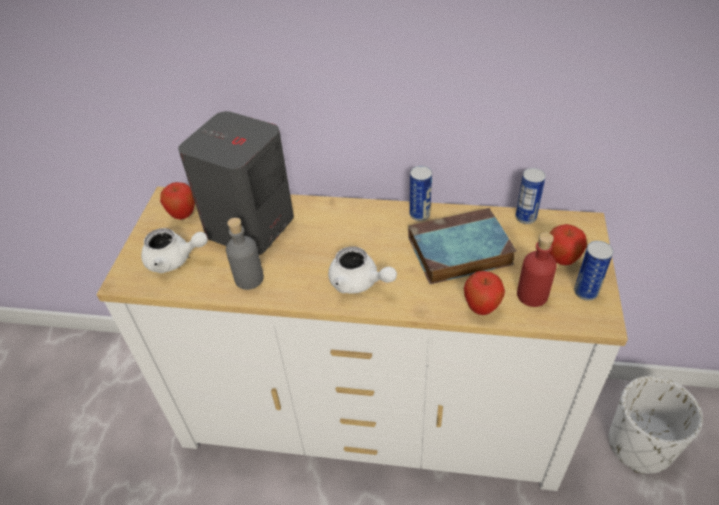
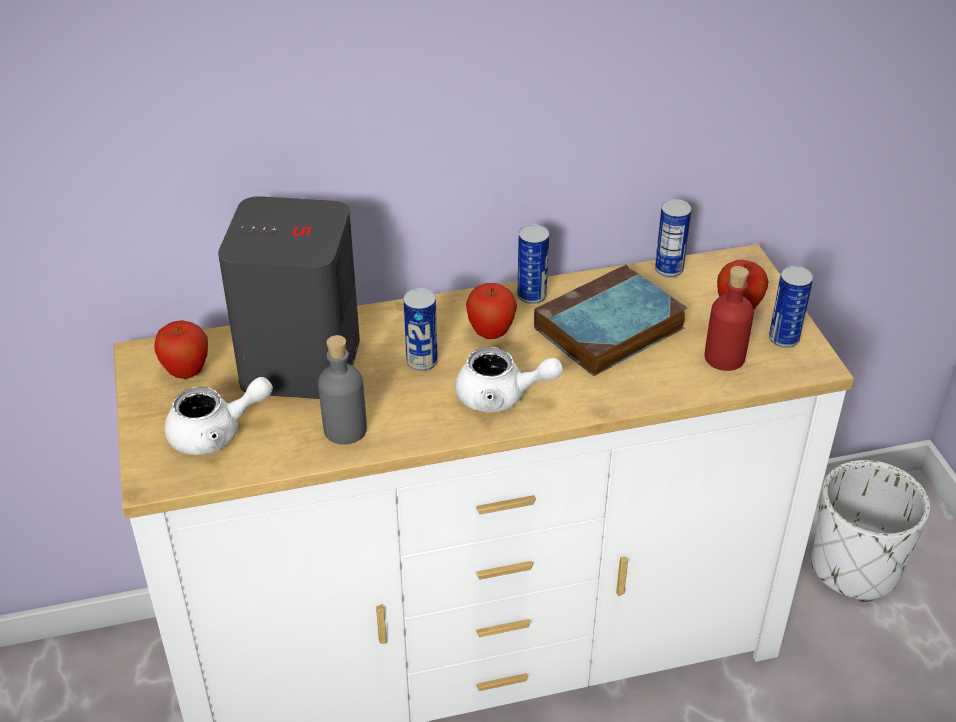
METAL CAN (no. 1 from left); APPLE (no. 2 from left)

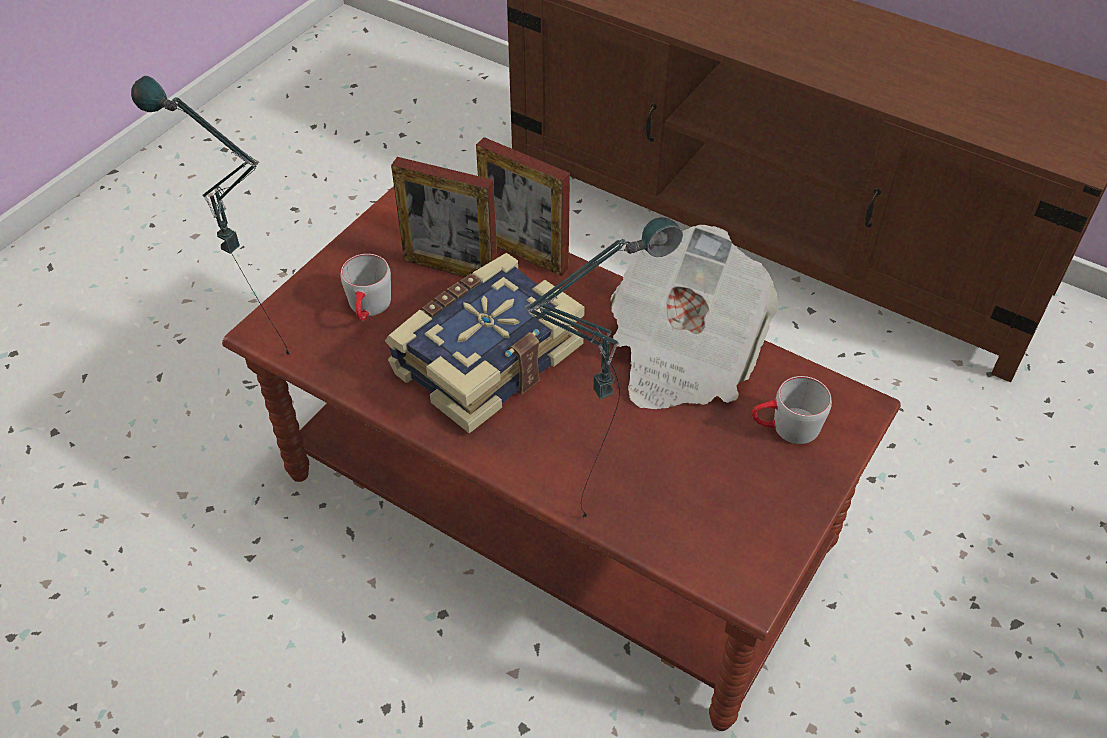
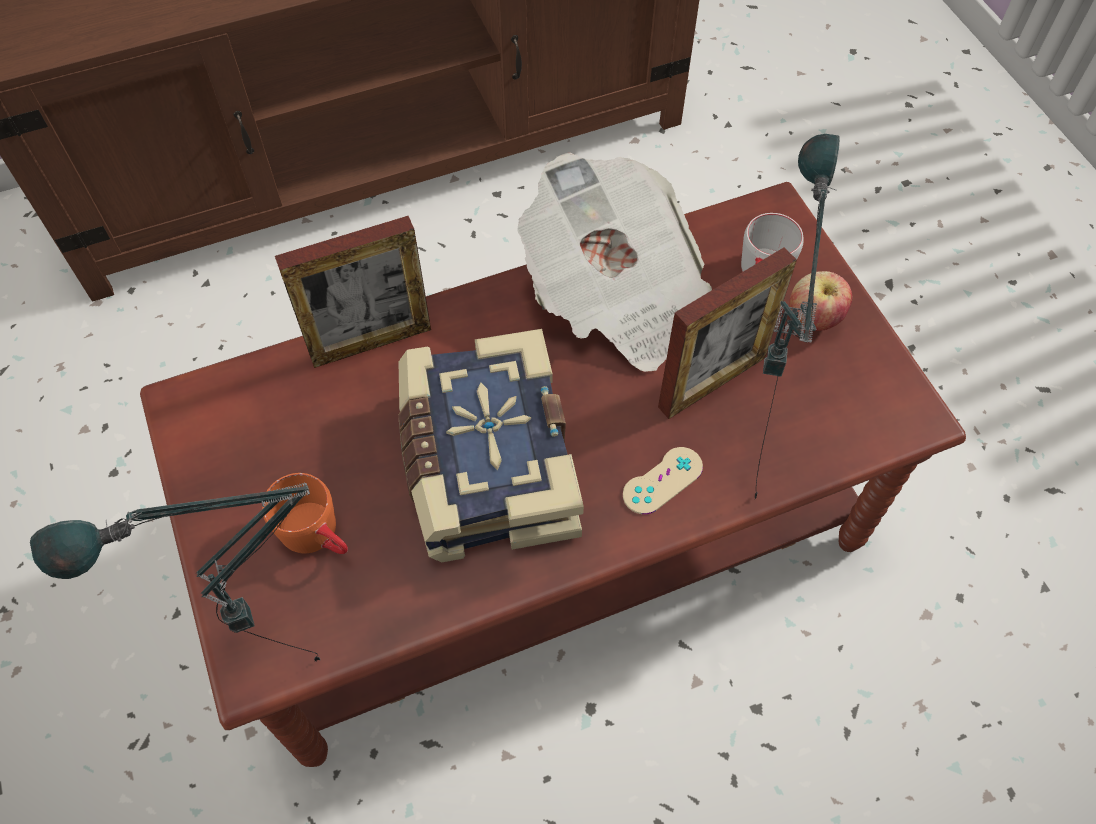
ORANGEY COFFEE MUG; BEIGE JOYPAD; STANDING FRAME (no. 2 from left); APPLE

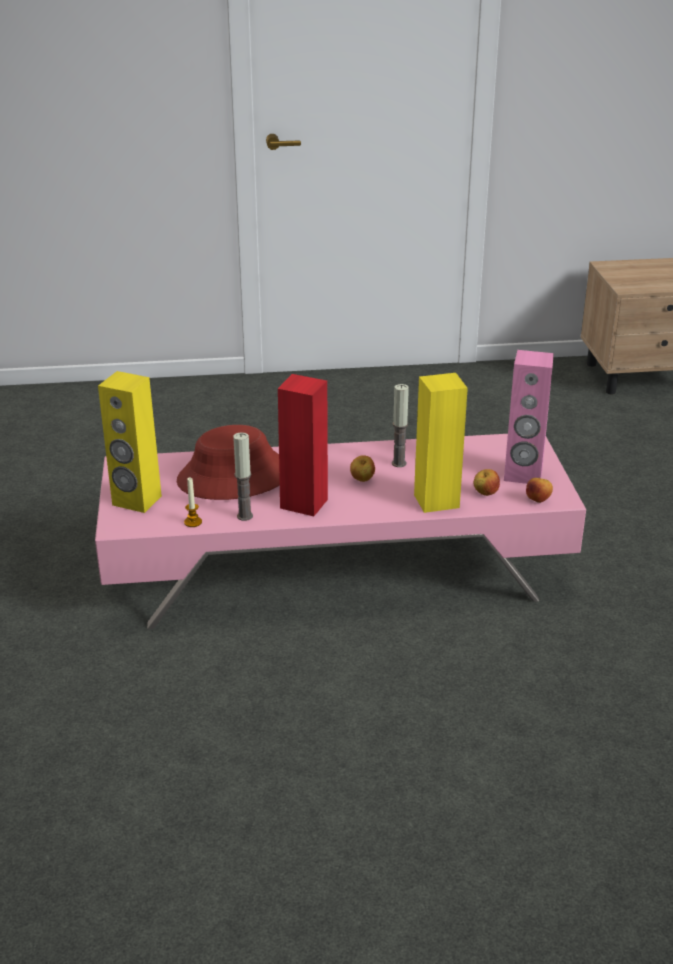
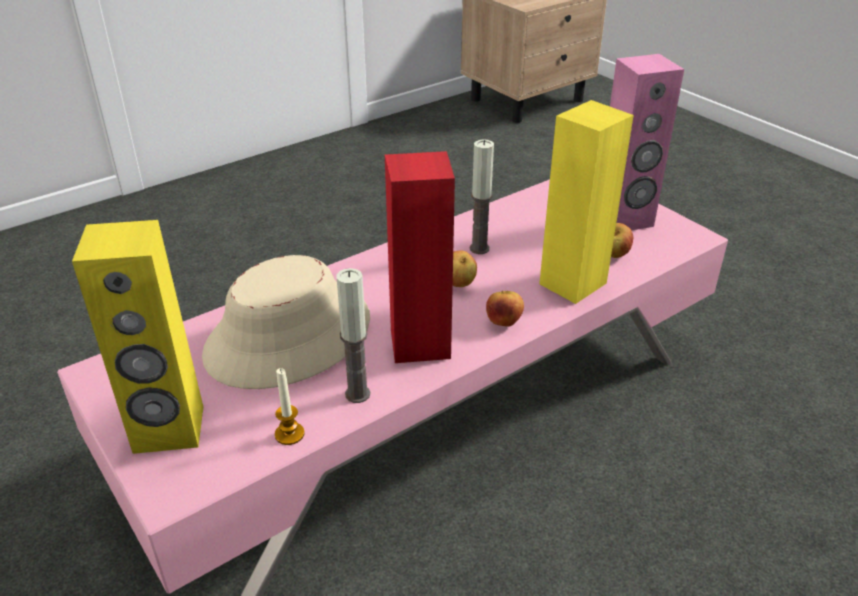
BEIGE HAT; APPLE (no. 2 from left)

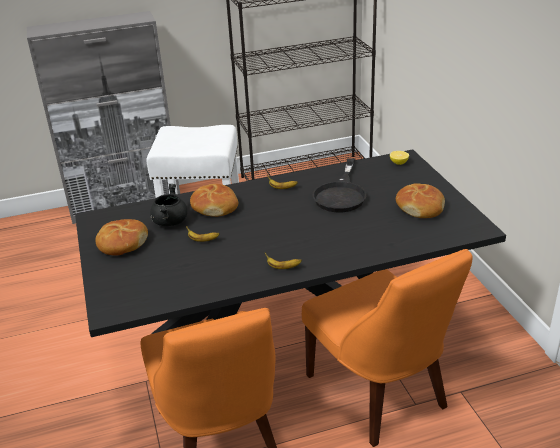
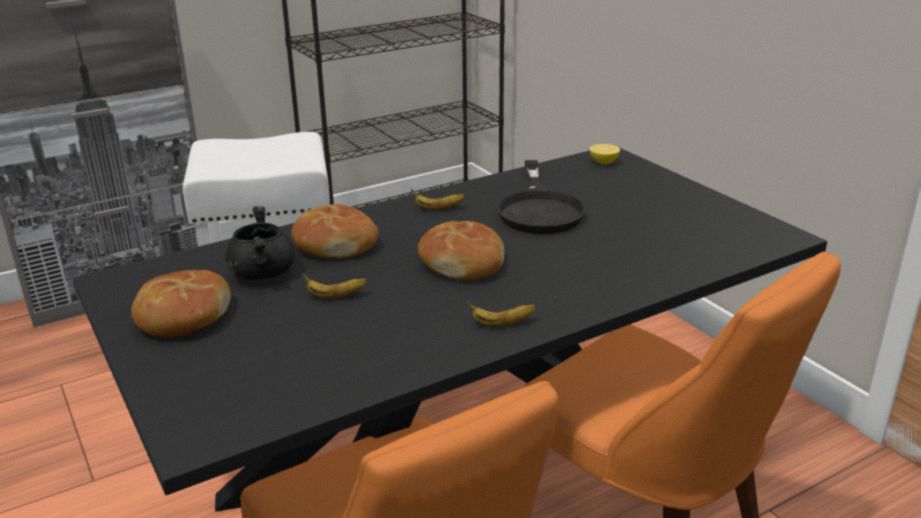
BAKERY BREAD (no. 3 from left)

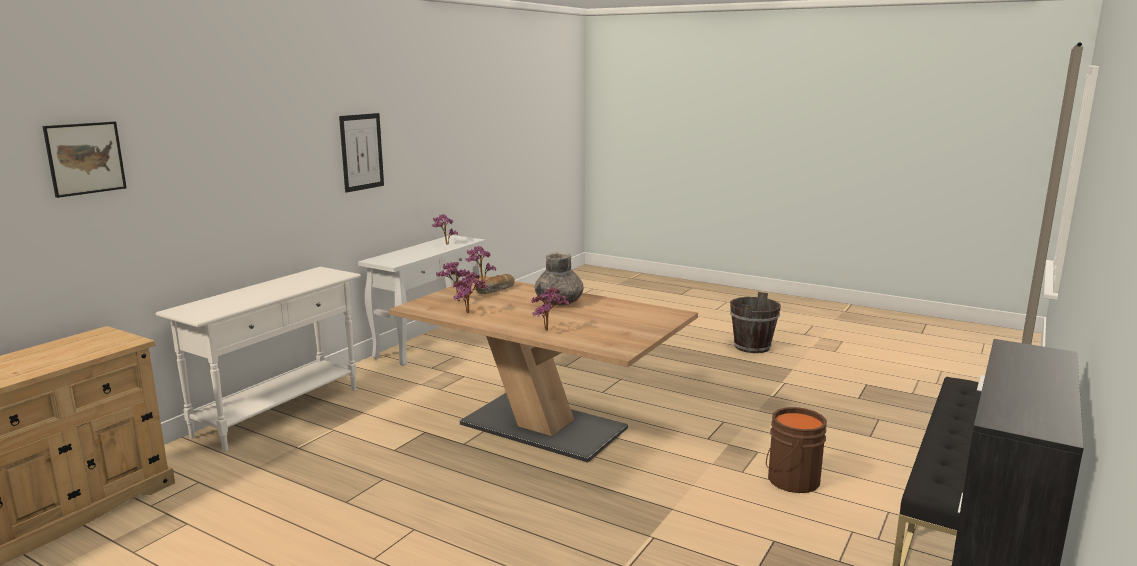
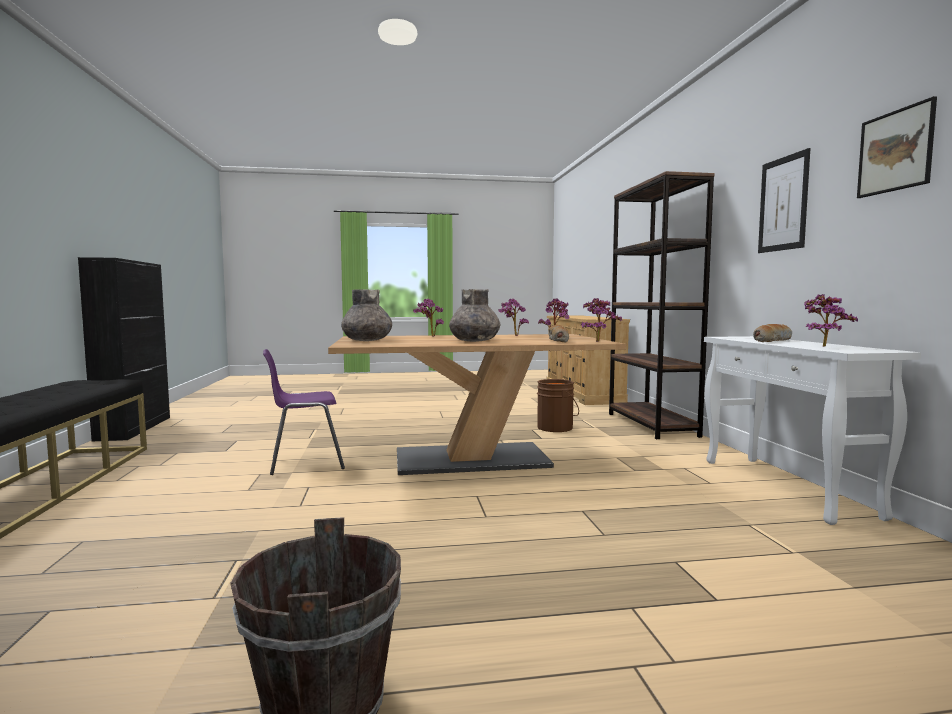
PURPLISH CHAIR; GREY VASE (no. 1 from left); BROWN-COLOURED PAIL (no. 2 from left); BROWN-COLOURED SHELVING UNIT; BAKERY BREAD (no. 2 from left); PICTURE (no. 2 from left)

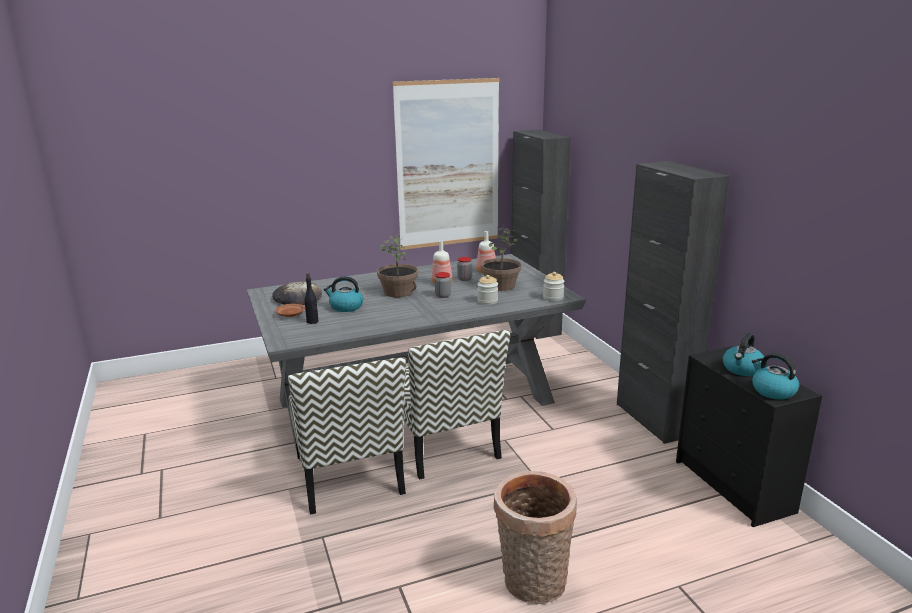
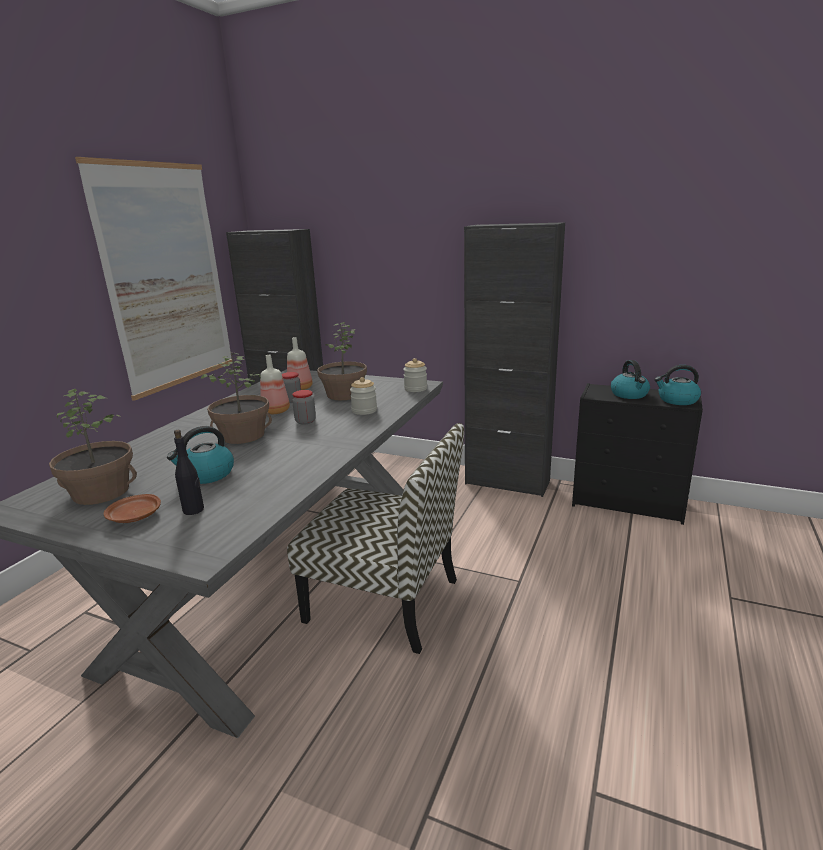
HOUSEPLANT (no. 1 from left); CHAIR (no. 1 from left in the first image); BASKET

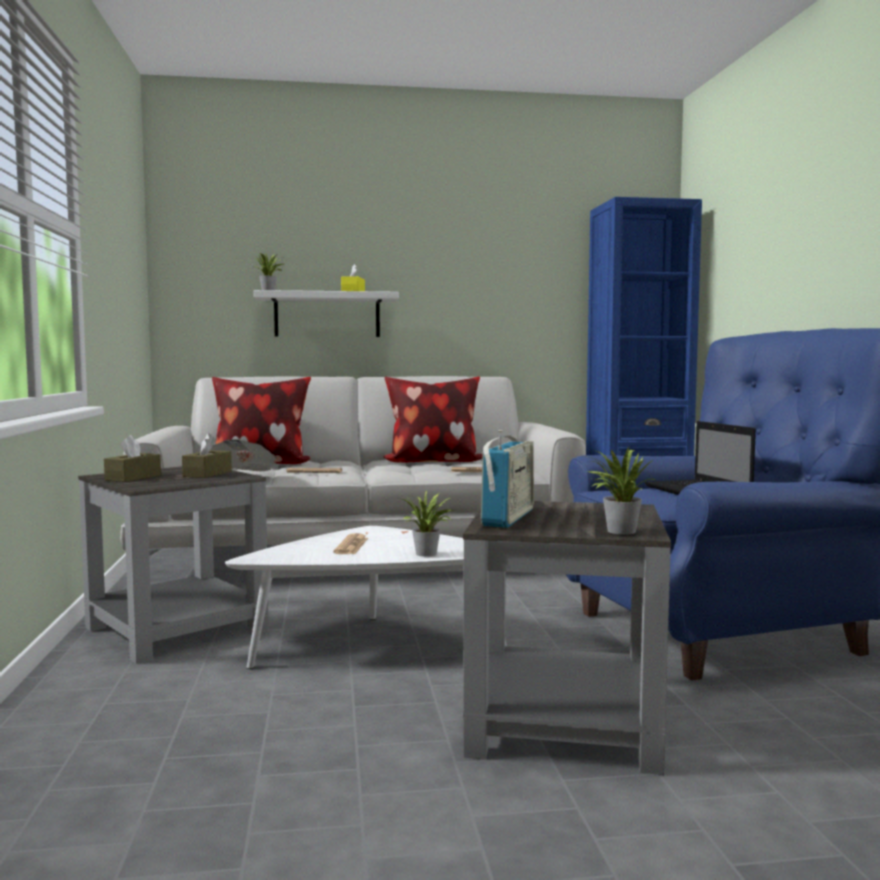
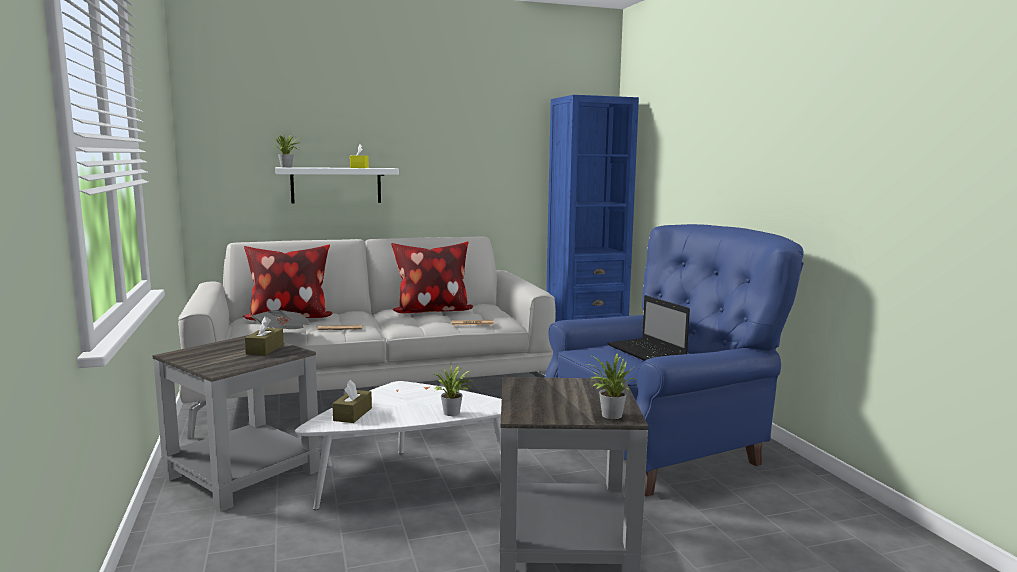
BROWN-COLOURED TISSUE HOLDER (no. 2 from left); PRINTED PAPER (no. 3 from left in the first image); RADIO RECEIVER

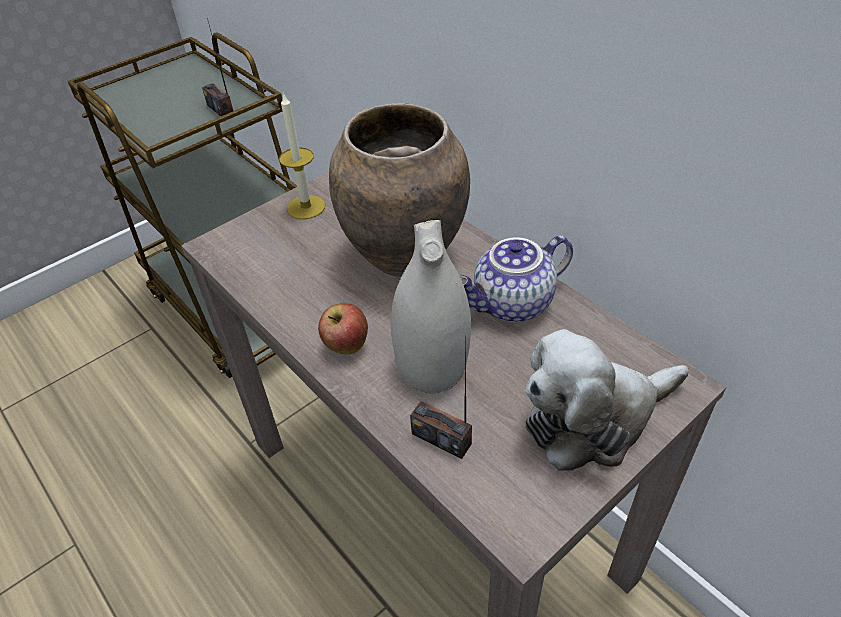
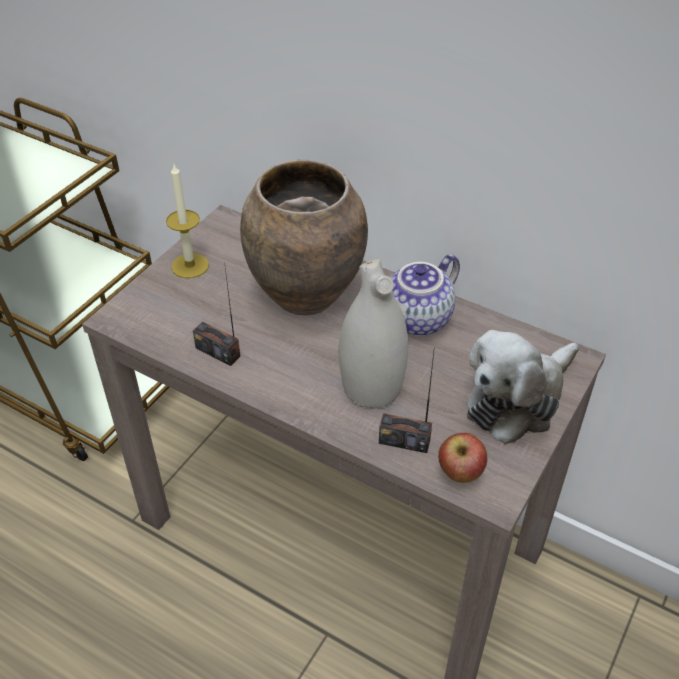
RADIO RECEIVER (no. 1 from left); APPLE

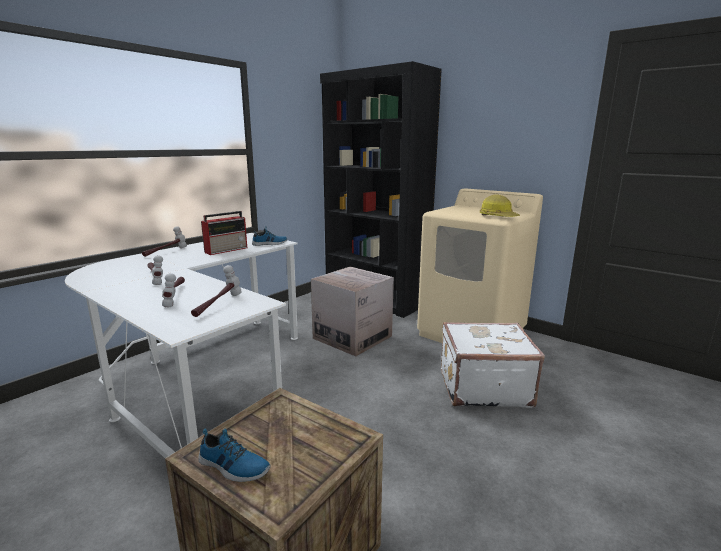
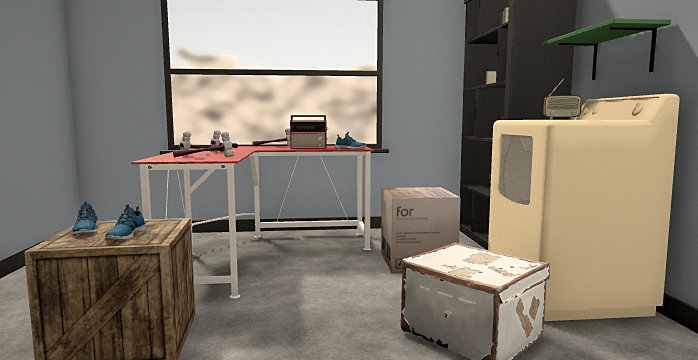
LOW SHOE (no. 2 from left); RED DESK UNIT; GREEN WALL SHELF; RADIO RECEIVER (no. 2 from left)

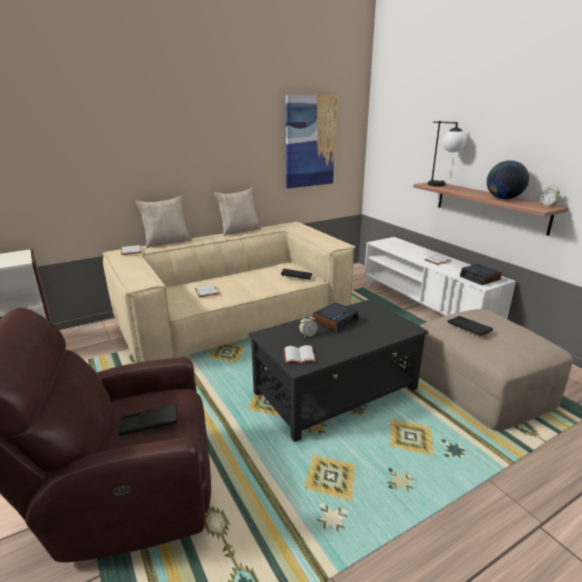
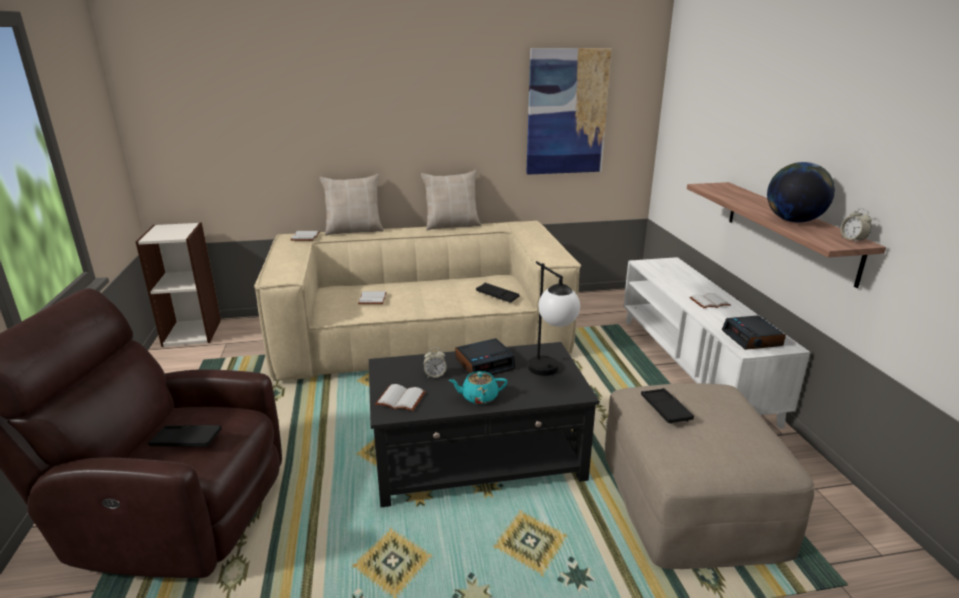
TURQUOISE POT FOR TEA; TABLETOP LAMP

